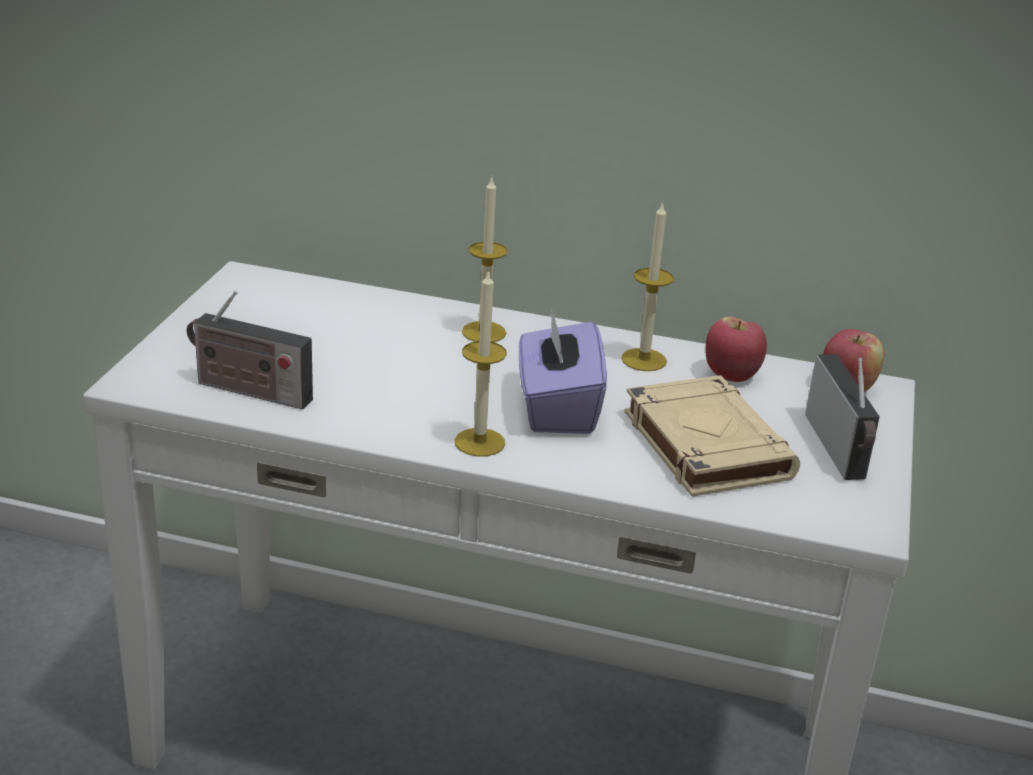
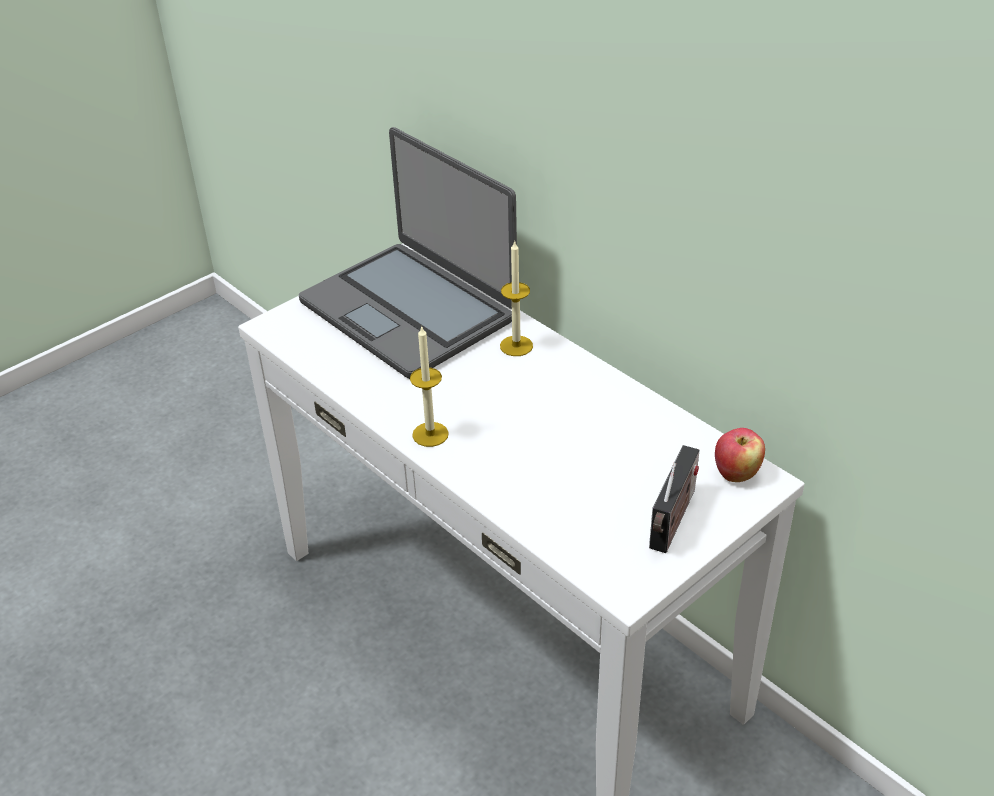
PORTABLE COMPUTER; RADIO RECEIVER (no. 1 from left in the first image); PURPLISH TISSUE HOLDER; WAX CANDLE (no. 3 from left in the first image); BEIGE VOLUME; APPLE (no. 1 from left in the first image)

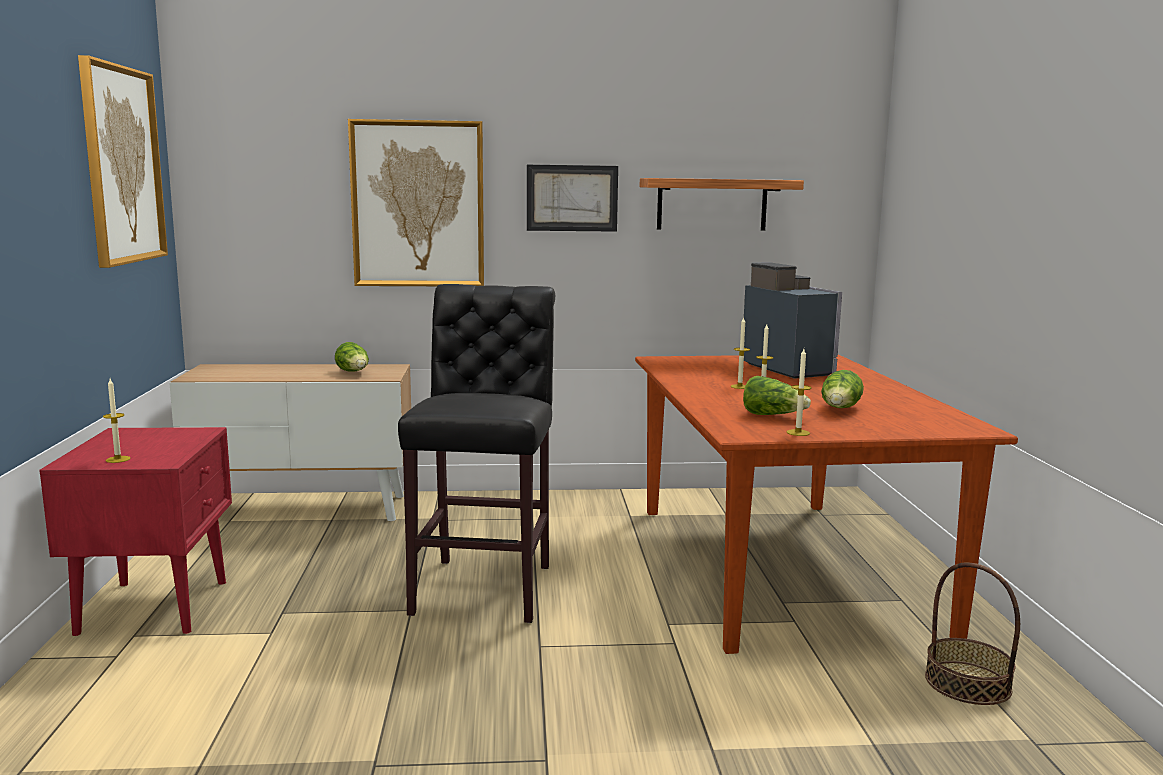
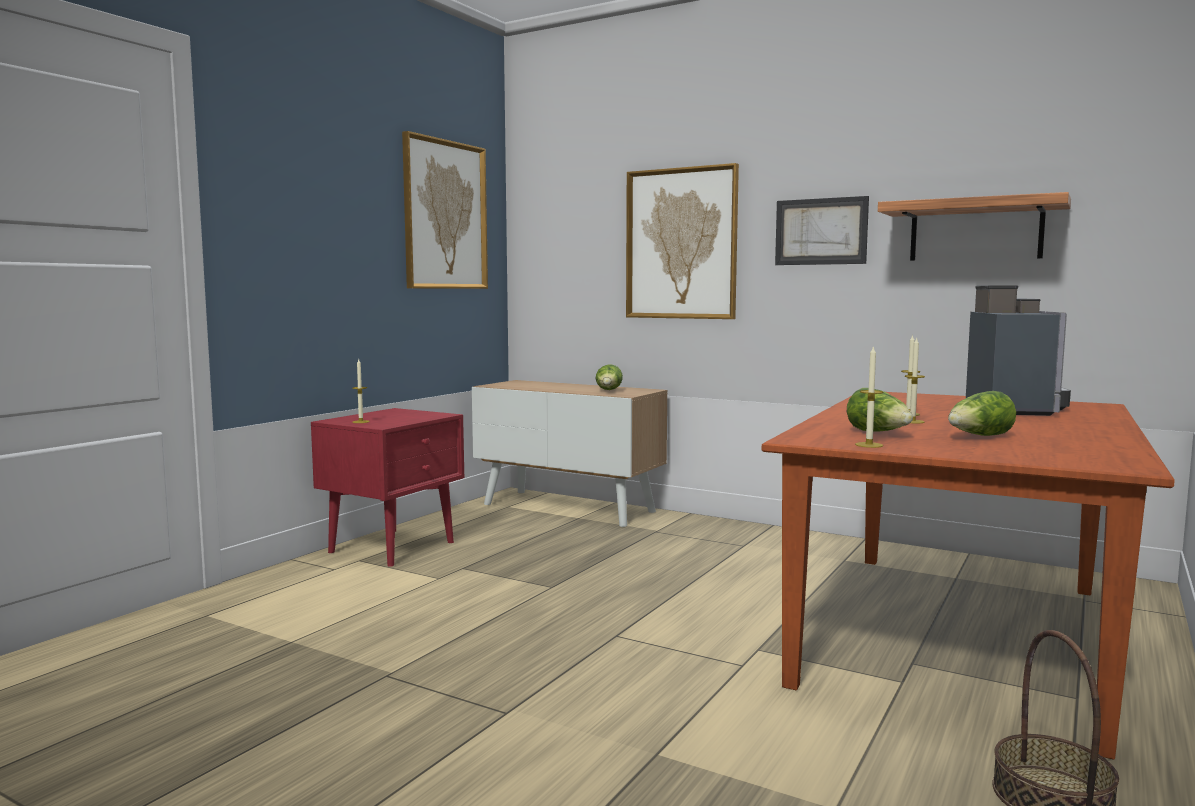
BLACK SITTING STOOL

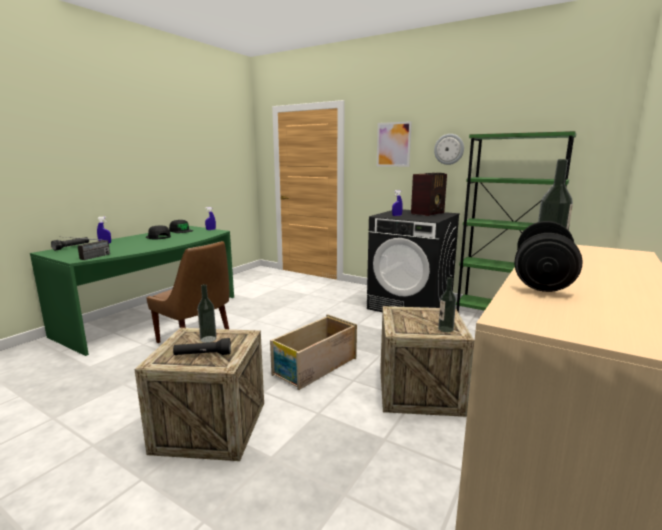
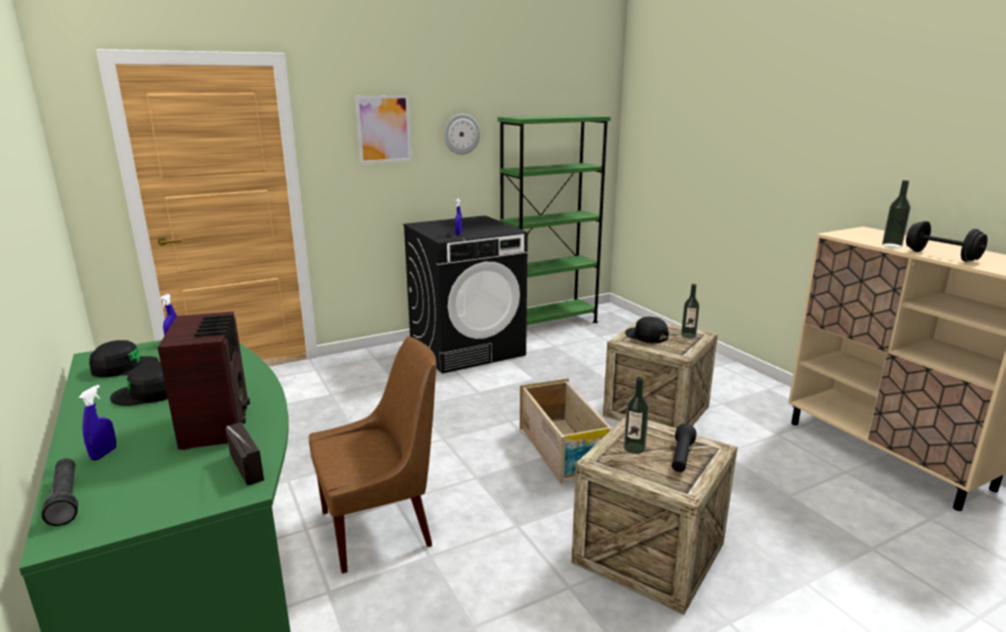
RADIO RECEIVER (no. 1 from left); BLACK CAP (no. 3 from left)

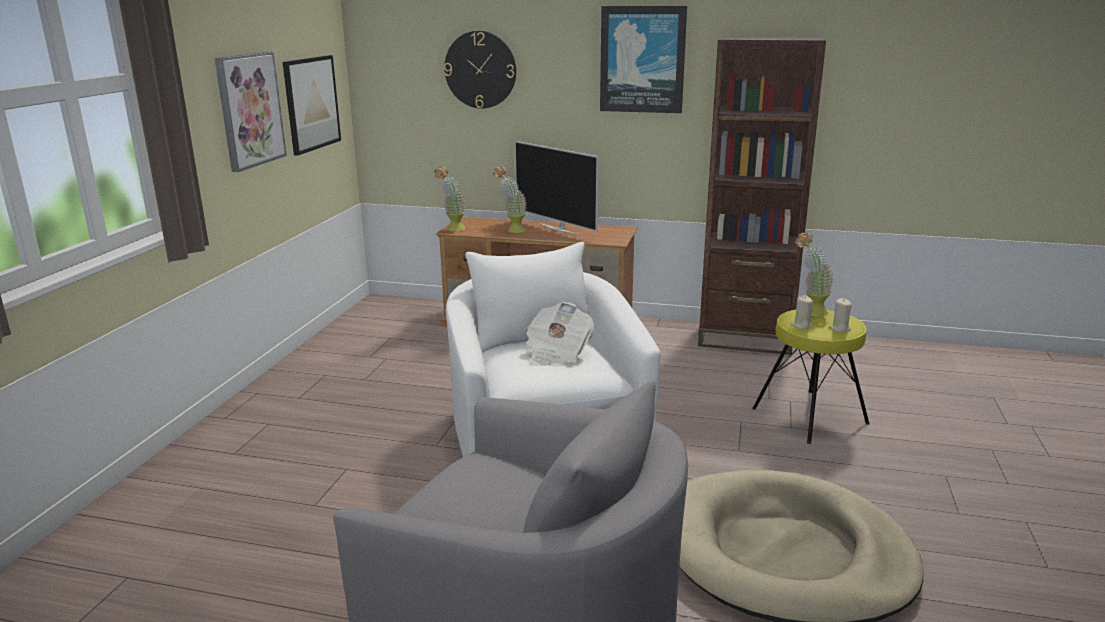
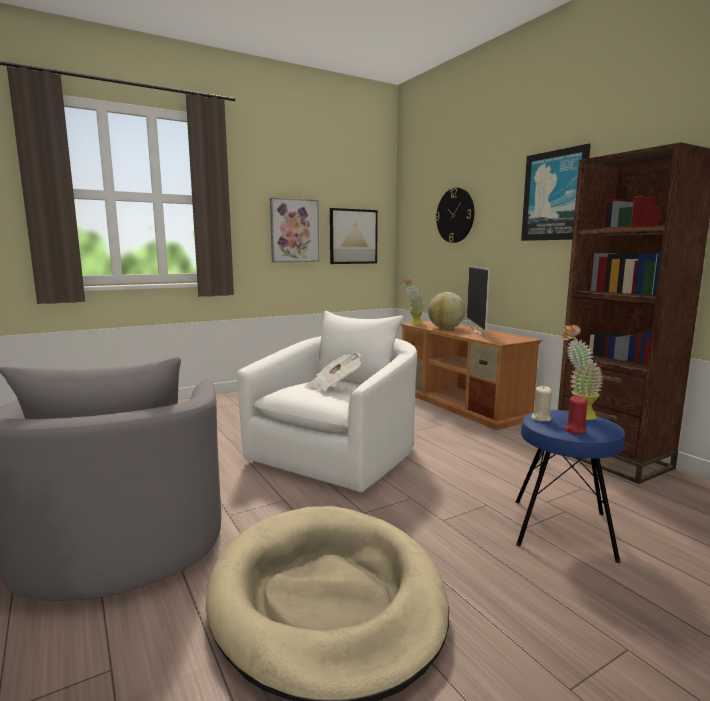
WORLD GLOBE; BLUISH SITTING STOOL; RED WAX CANDLE

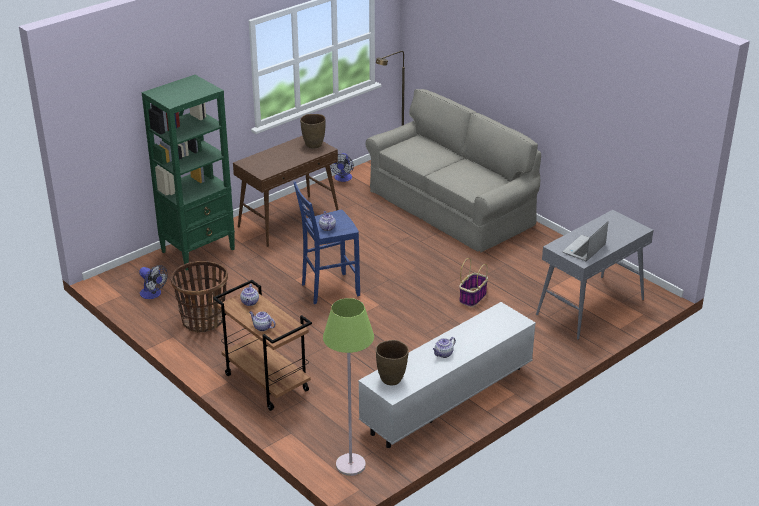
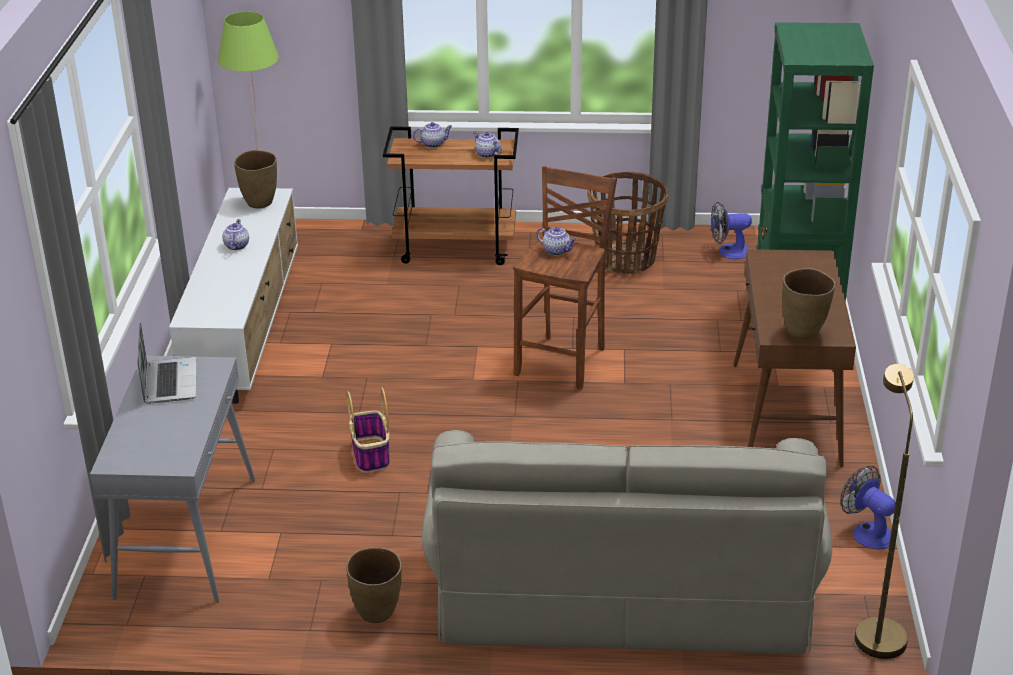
BROWN-COLOURED VASE (no. 2 from left); BROWN-COLOURED SITTING STOOL

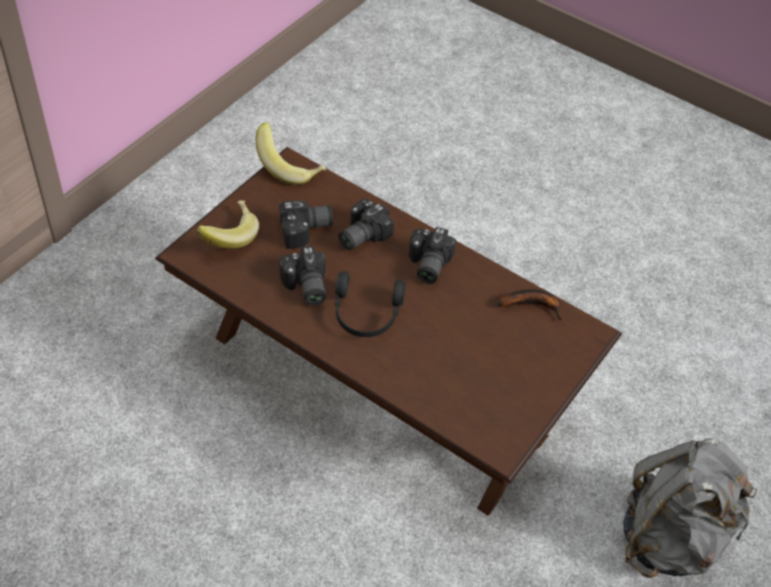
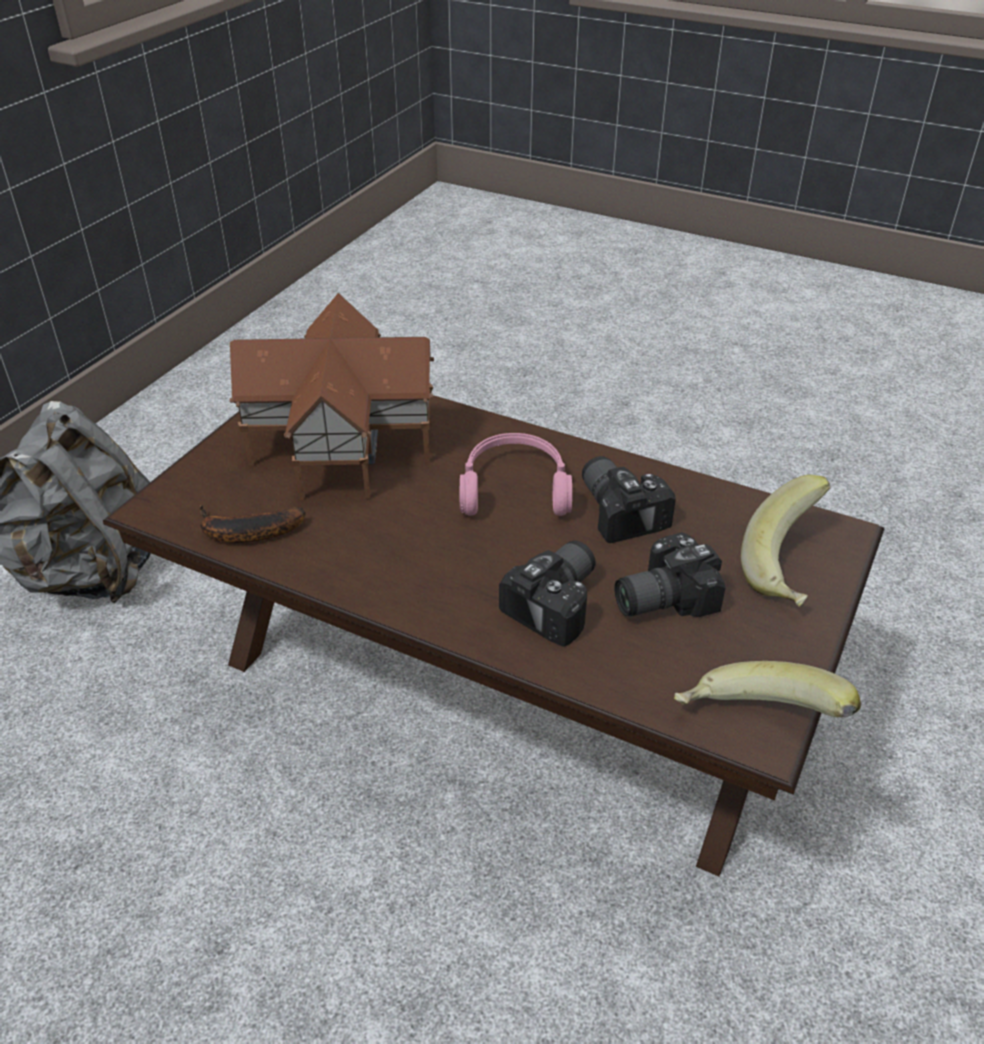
MODEL HOUSE; PINKISH PAIR OF HEADPHONES; STILL CAMERA (no. 4 from left in the first image)

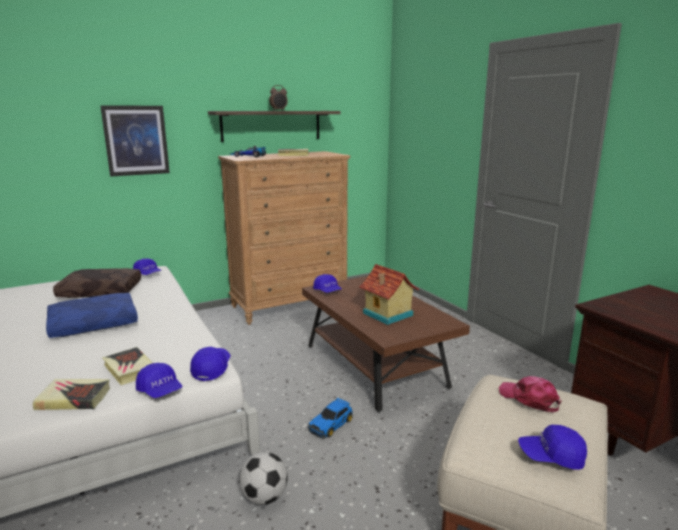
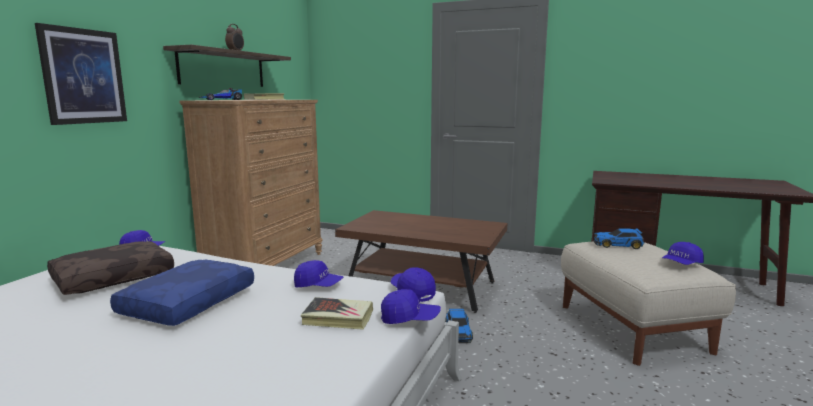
BLUISH CAP (no. 2 from left); MINIATURE CAR (no. 3 from left); VOLUME (no. 1 from left in the first image); BALL FOR FOOTBALL; MODEL HOUSE

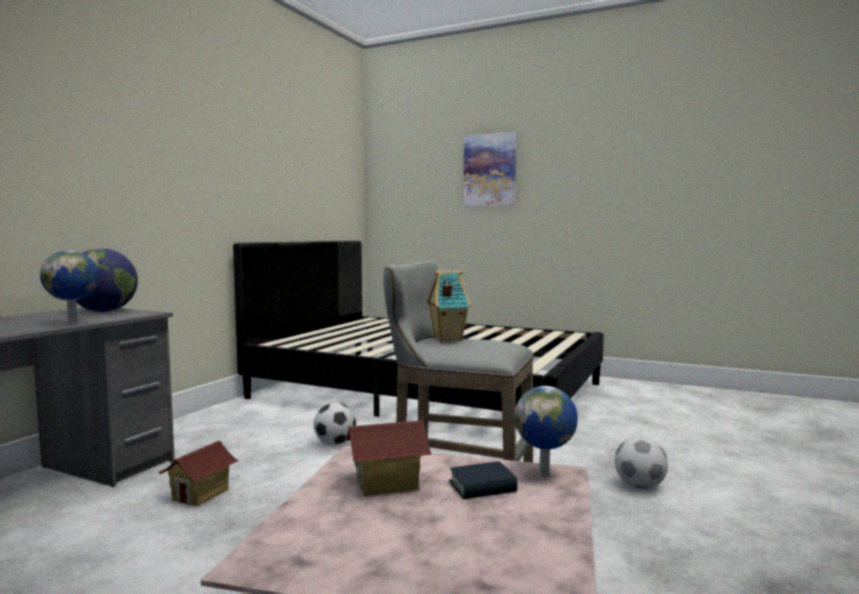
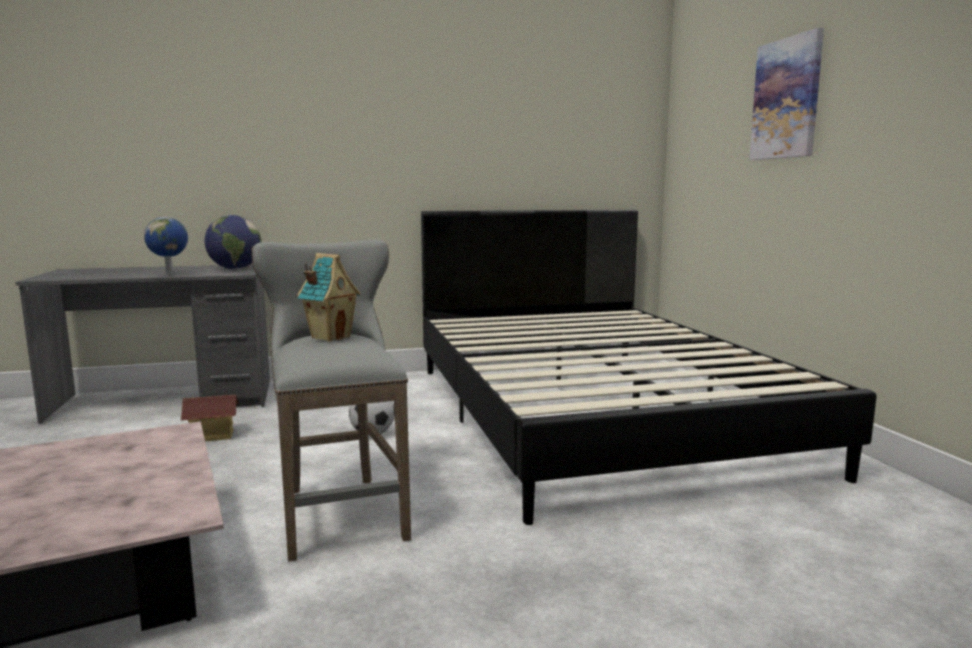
MODEL HOUSE (no. 2 from left in the first image); VOLUME; WORLD GLOBE (no. 3 from left in the first image); BALL FOR FOOTBALL (no. 2 from left in the first image)

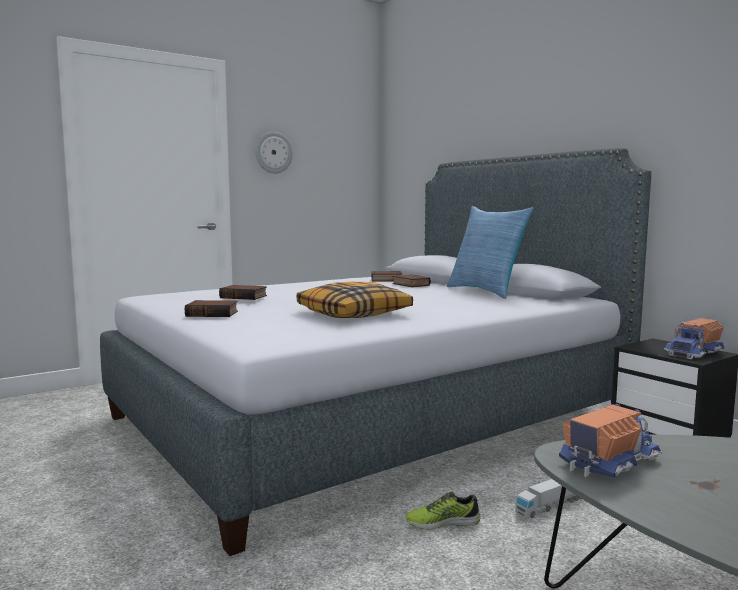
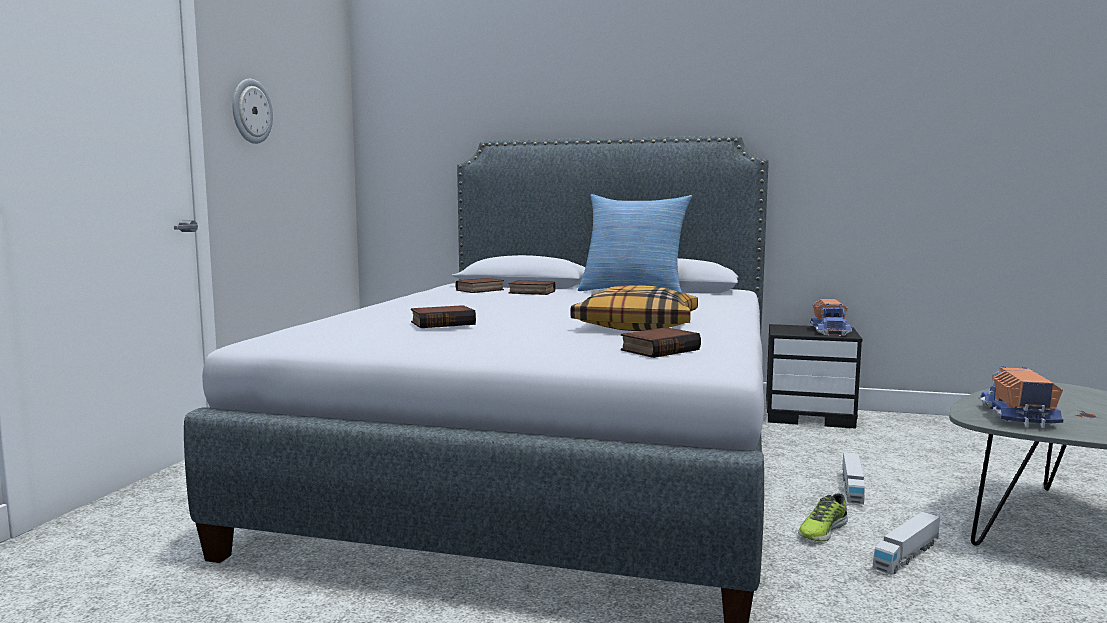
VOLUME (no. 4 from left); TOY TRUCK (no. 3 from left)

